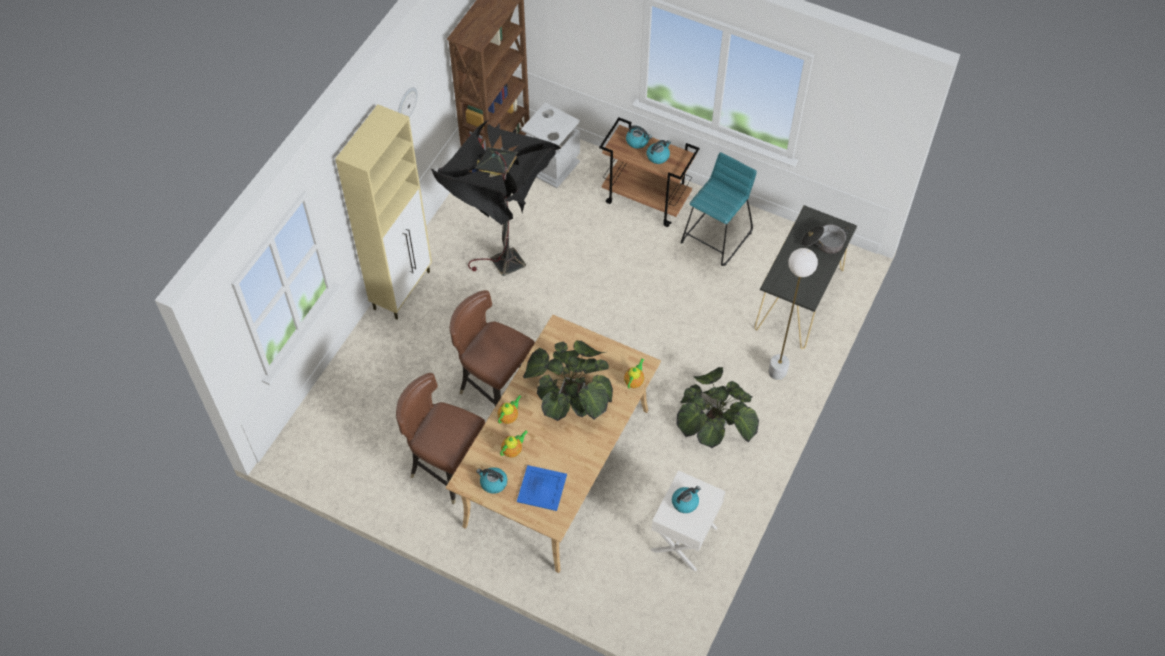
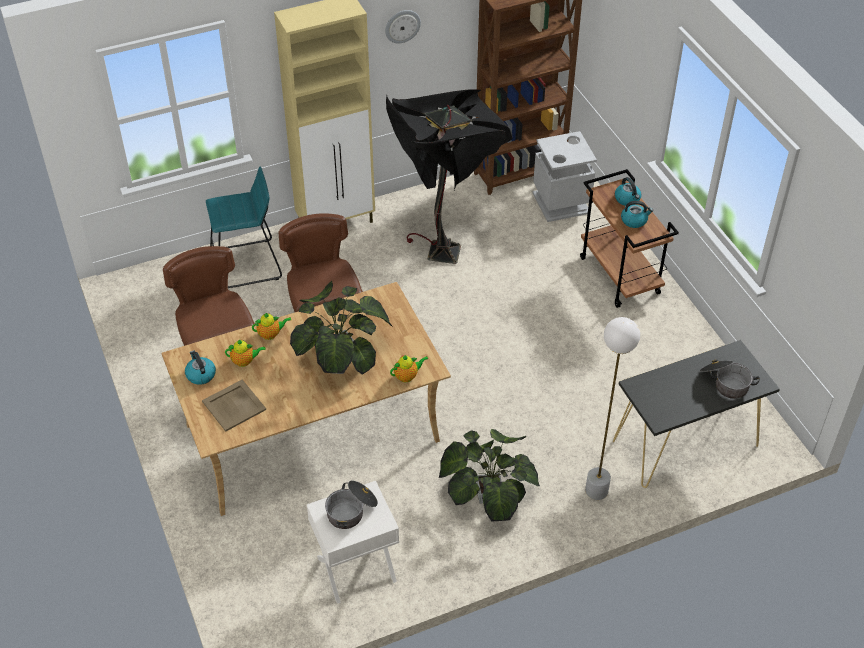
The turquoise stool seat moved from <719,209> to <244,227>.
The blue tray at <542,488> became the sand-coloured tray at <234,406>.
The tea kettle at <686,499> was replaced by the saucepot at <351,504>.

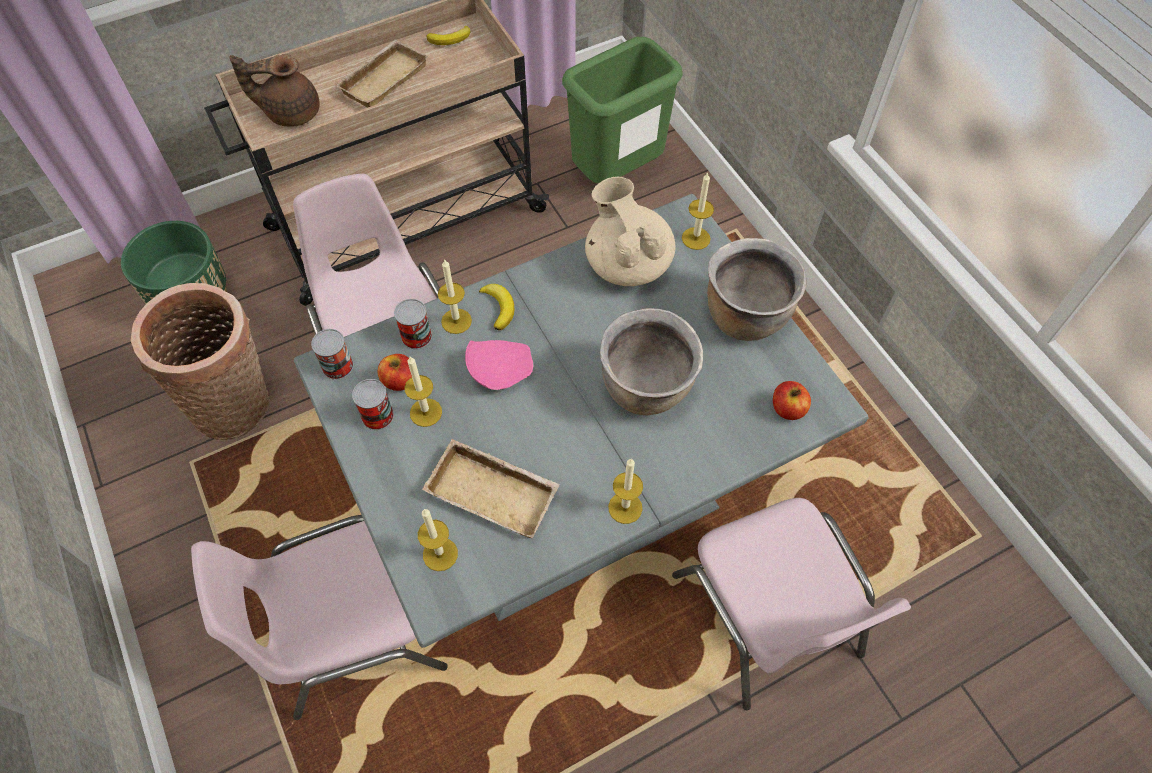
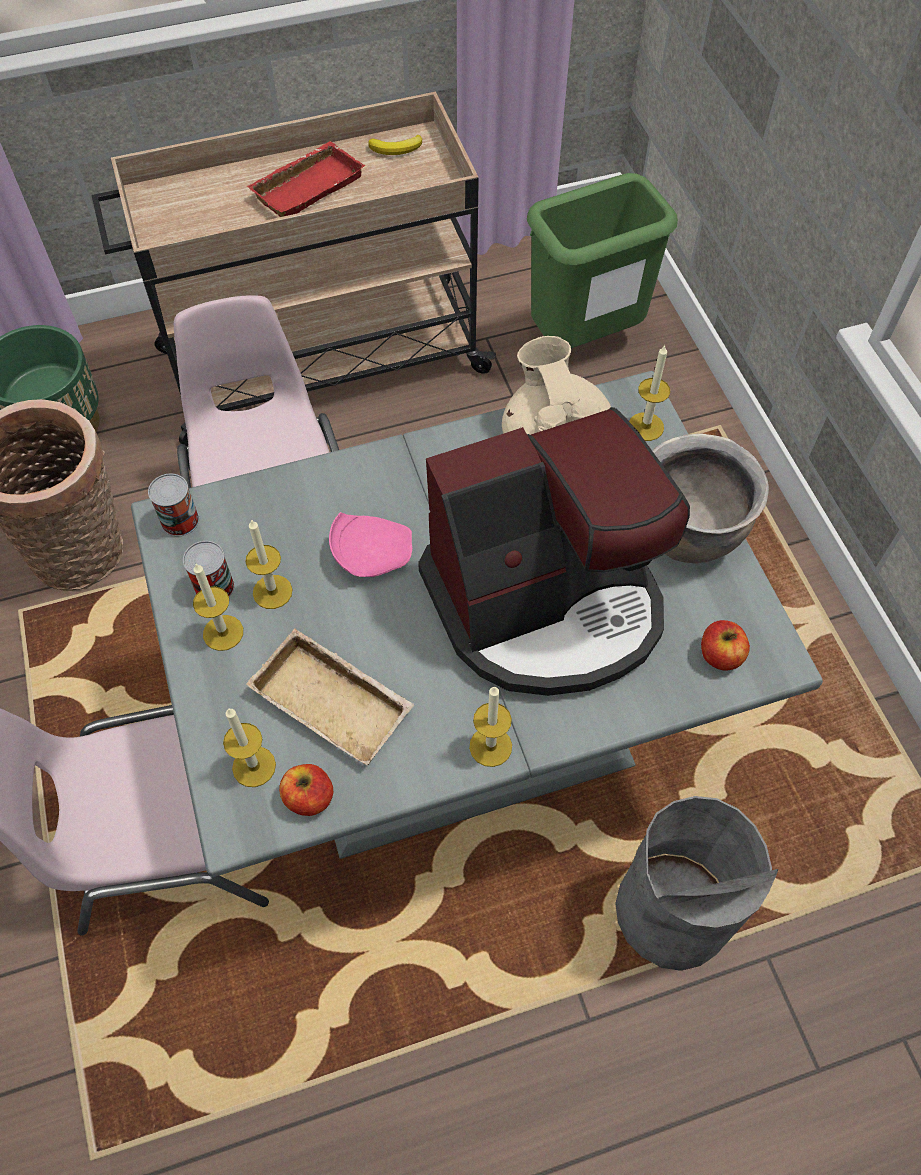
The sand-coloured tray at <381,74> became the reddish tray at <306,179>.
The brownish teapot at <274,90> disappeared.
The wax candle moved from <455,296> to <218,607>.
The banana fruit at <497,307> disappeared.
The metal can at <413,324> disappeared.
The brownish saucepot at <651,361> was replaced by the coffee machine at <554,551>.
The apple moved from <394,372> to <306,790>.
The pinkish upright chair at <791,604> was replaced by the grey trash can at <696,883>.

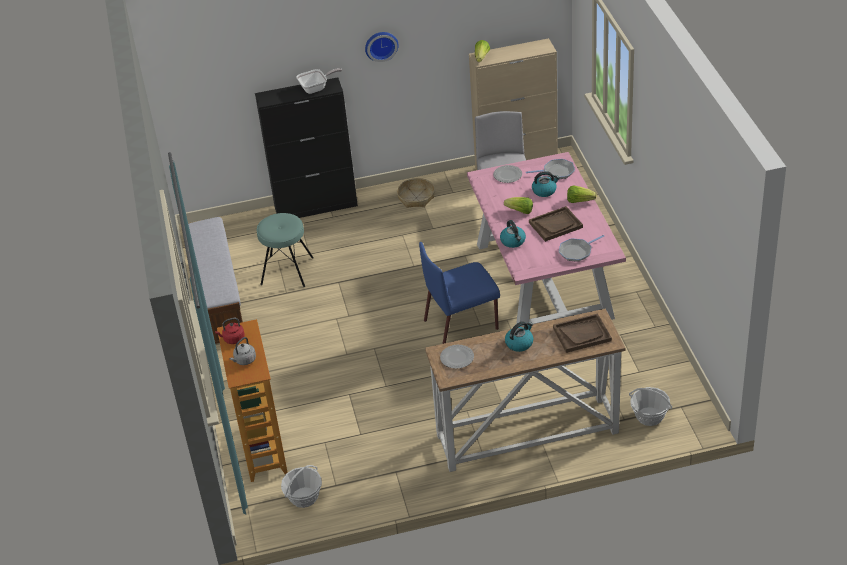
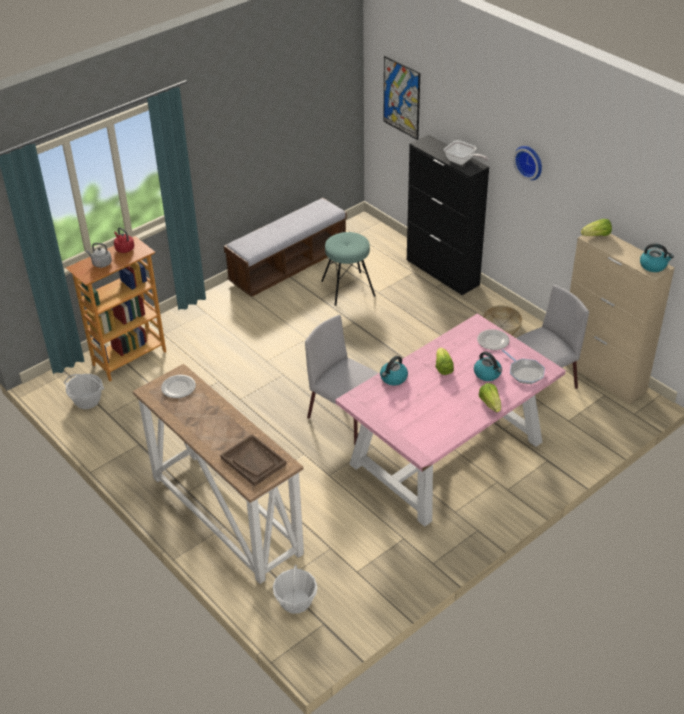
The brownish tray at <556,224> disappeared.
The pan at <581,248> disappeared.
The blue upright chair at <459,293> became the grey upright chair at <341,380>.
The tea kettle moved from <519,336> to <657,257>.
The wall art at <401,98> appeared.

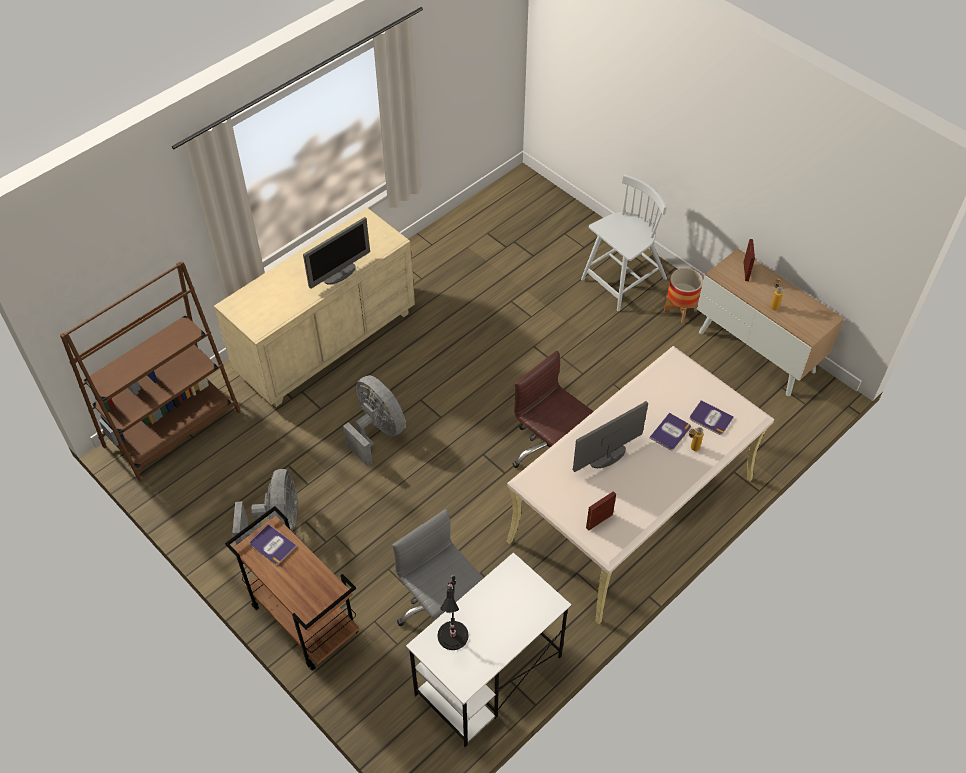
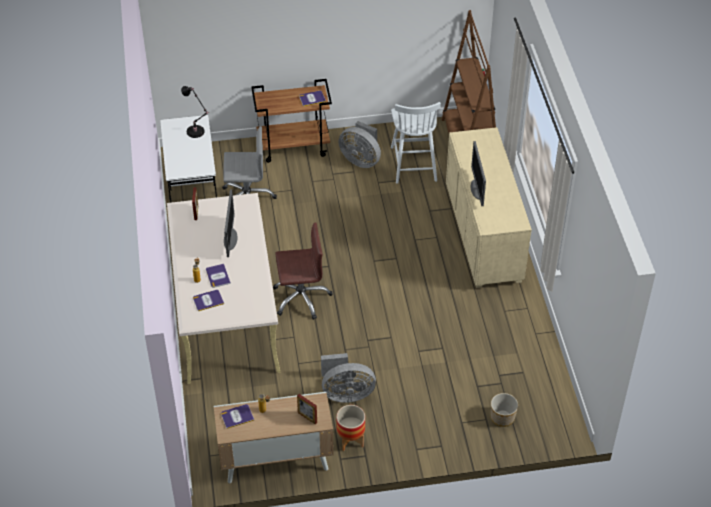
The white-coloured upright chair moved from <624,242> to <416,143>.
The grey fan moved from <374,421> to <348,378>.
The flower pot at <504,410> appeared.
The bound book at <237,416> appeared.

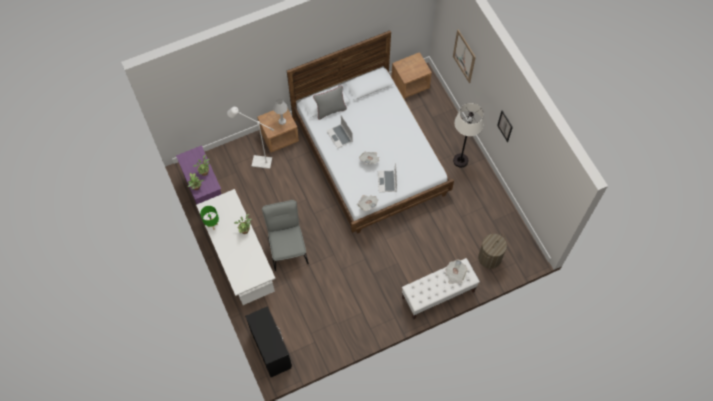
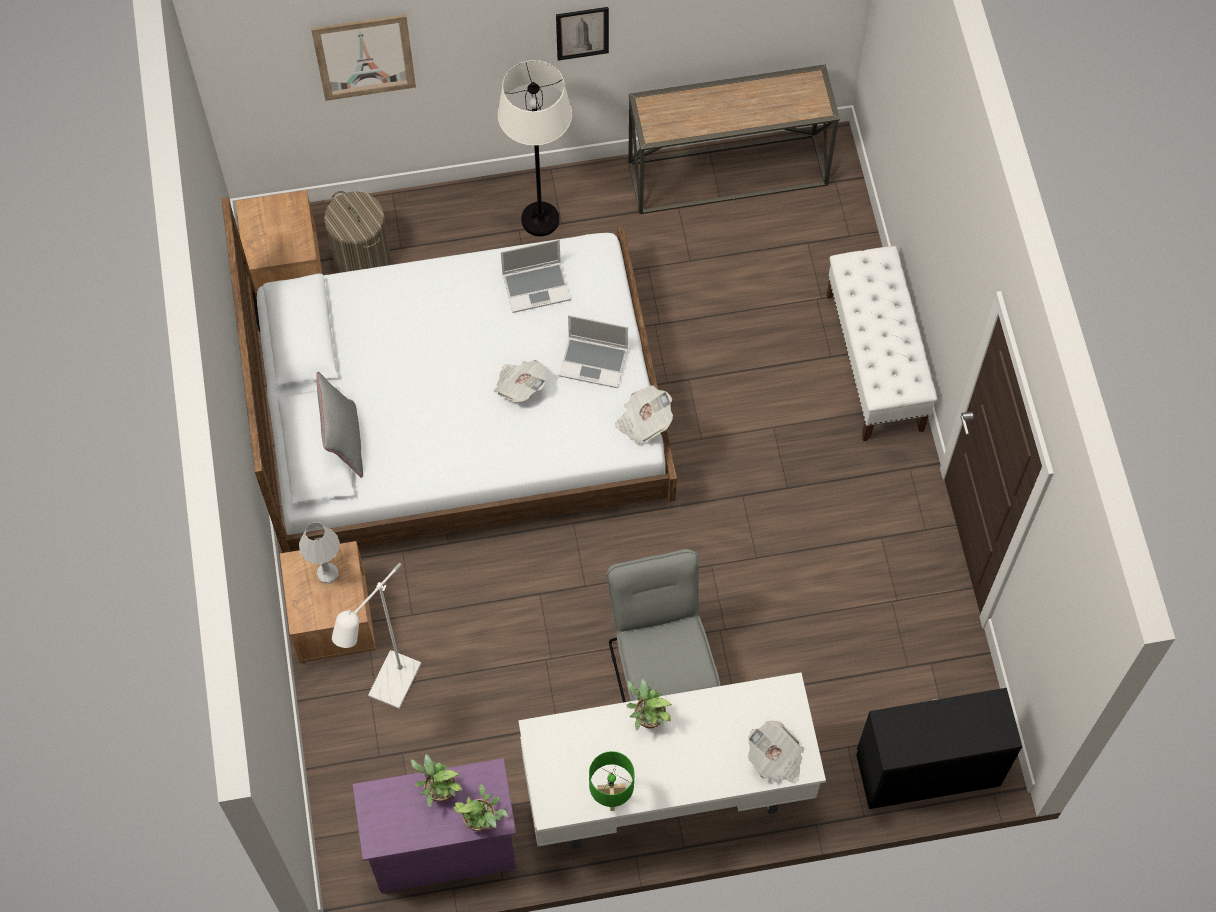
The laptop moved from <339,132> to <536,276>.
The grey upright chair at <285,235> turned 75 degrees clockwise.
The washing basket moved from <492,251> to <357,232>.
The newspaper moved from <456,272> to <776,752>.
The console table at <734,139> appeared.

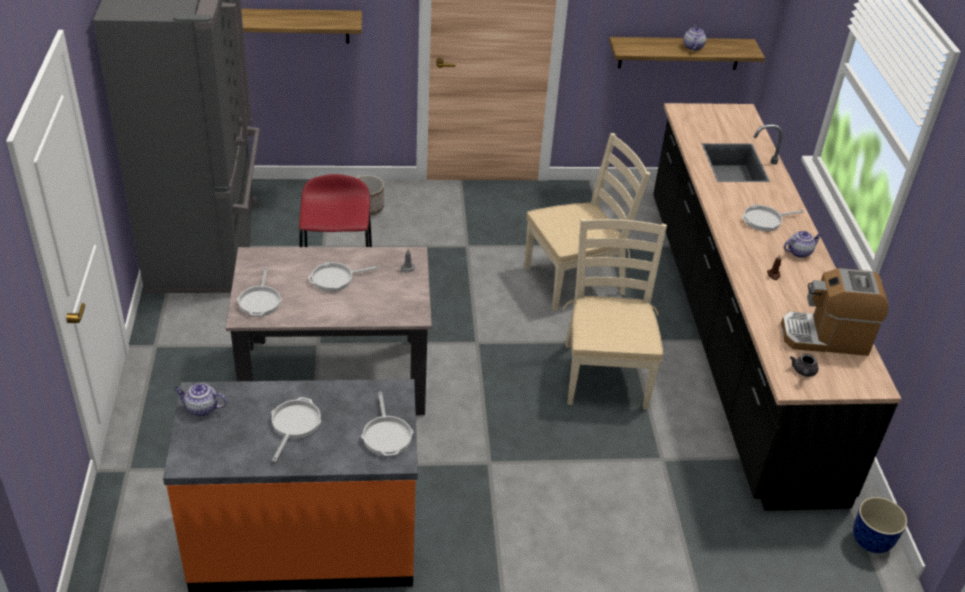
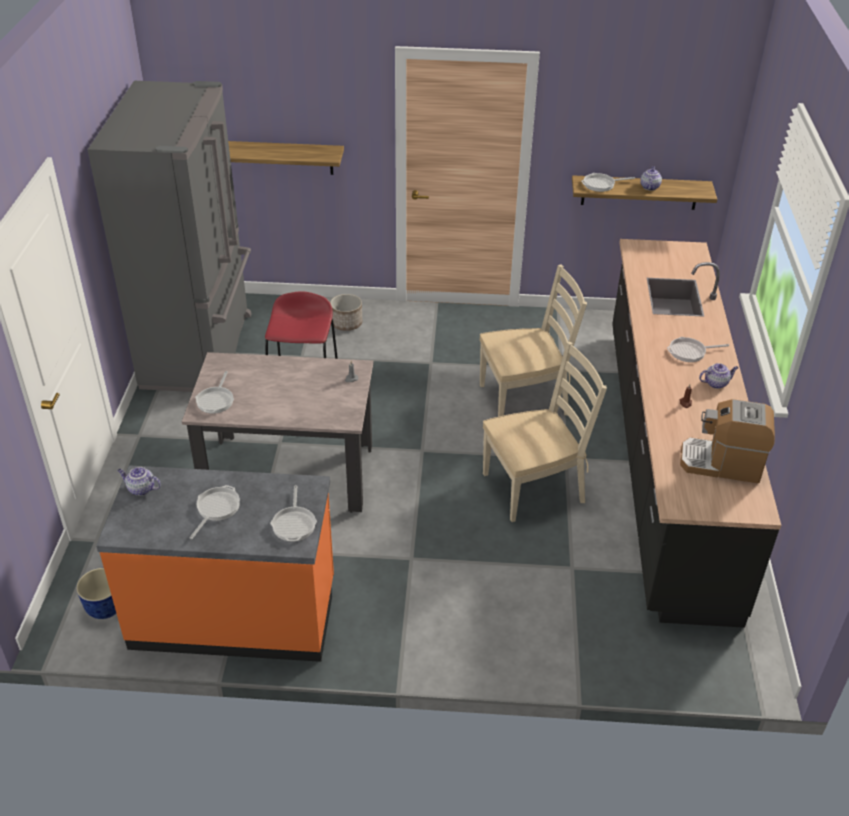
The sand-coloured upright chair at <614,314> turned 60 degrees clockwise.
The pan moved from <344,277> to <608,182>.
The grey teapot at <804,365> disappeared.
The flower pot moved from <880,525> to <96,593>.

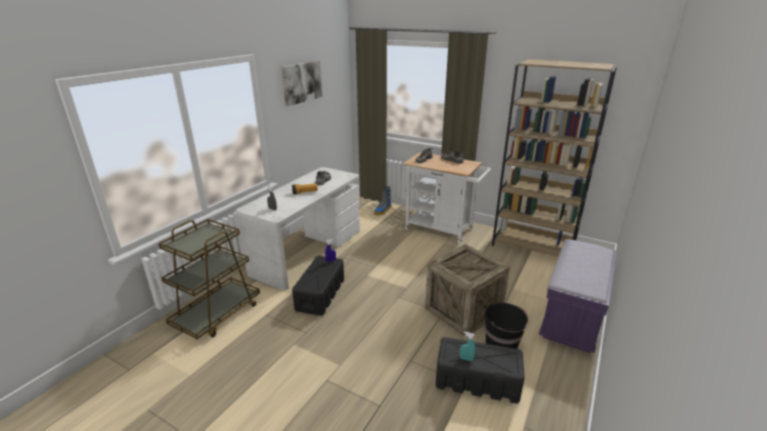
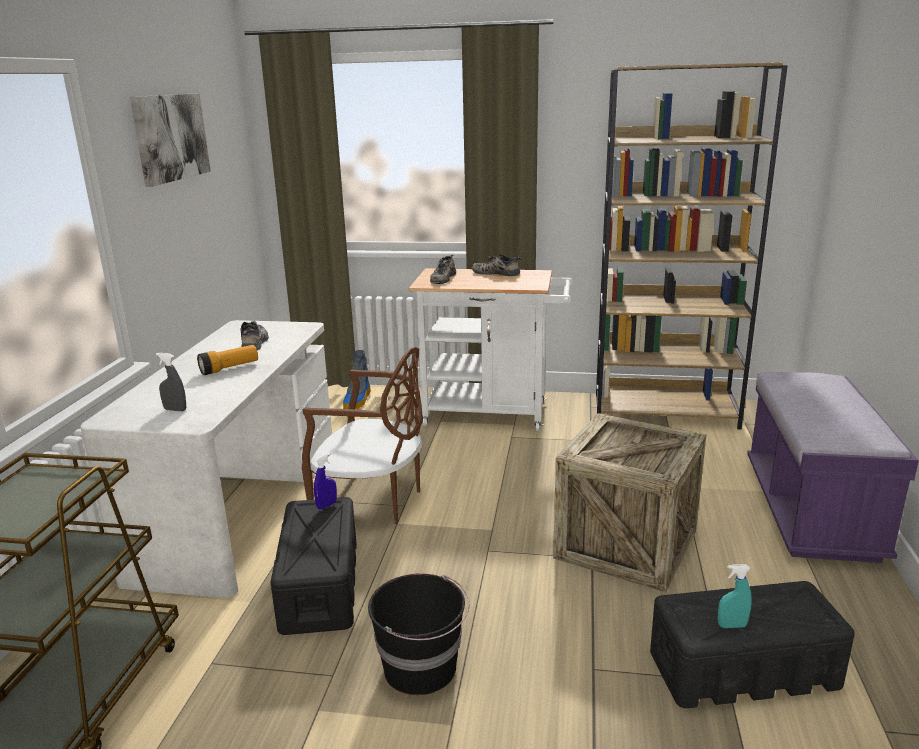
The black-coloured bucket moved from <507,326> to <419,634>.
The brownish upright chair at <362,435> appeared.

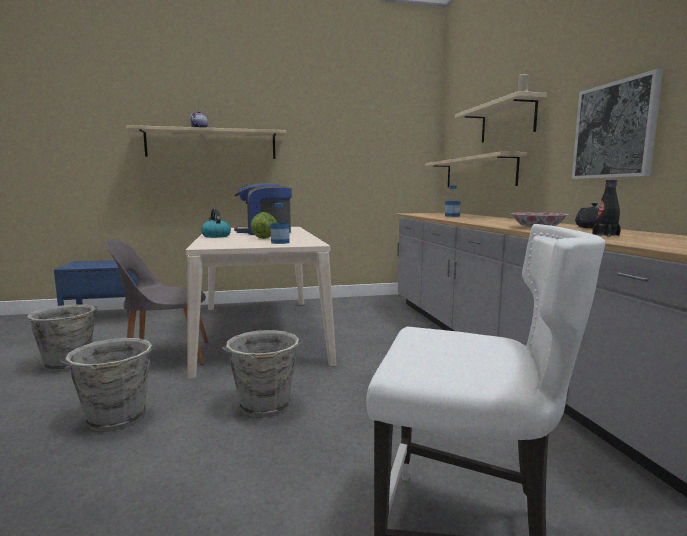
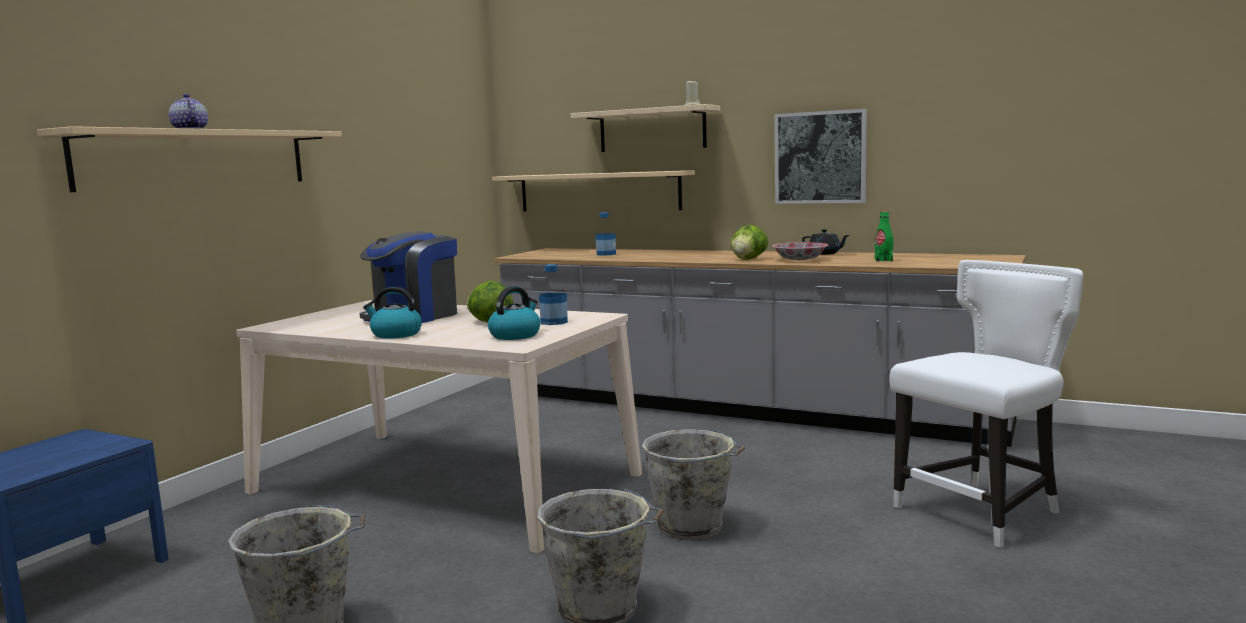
The black-coloured bottle at <606,208> became the greenish bottle at <884,236>.
The grey upright chair at <157,301> disappeared.
The head of lettuce at <749,242> appeared.
The tea kettle at <514,313> appeared.

